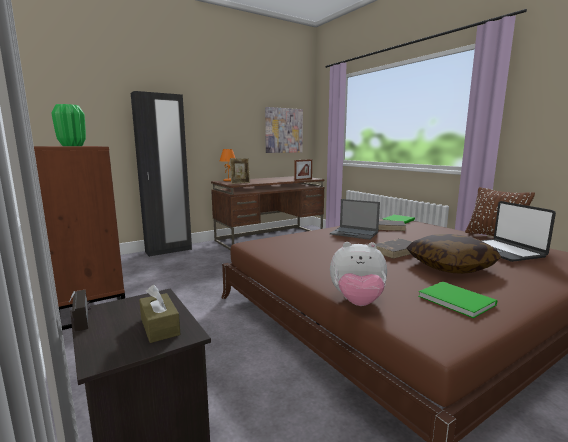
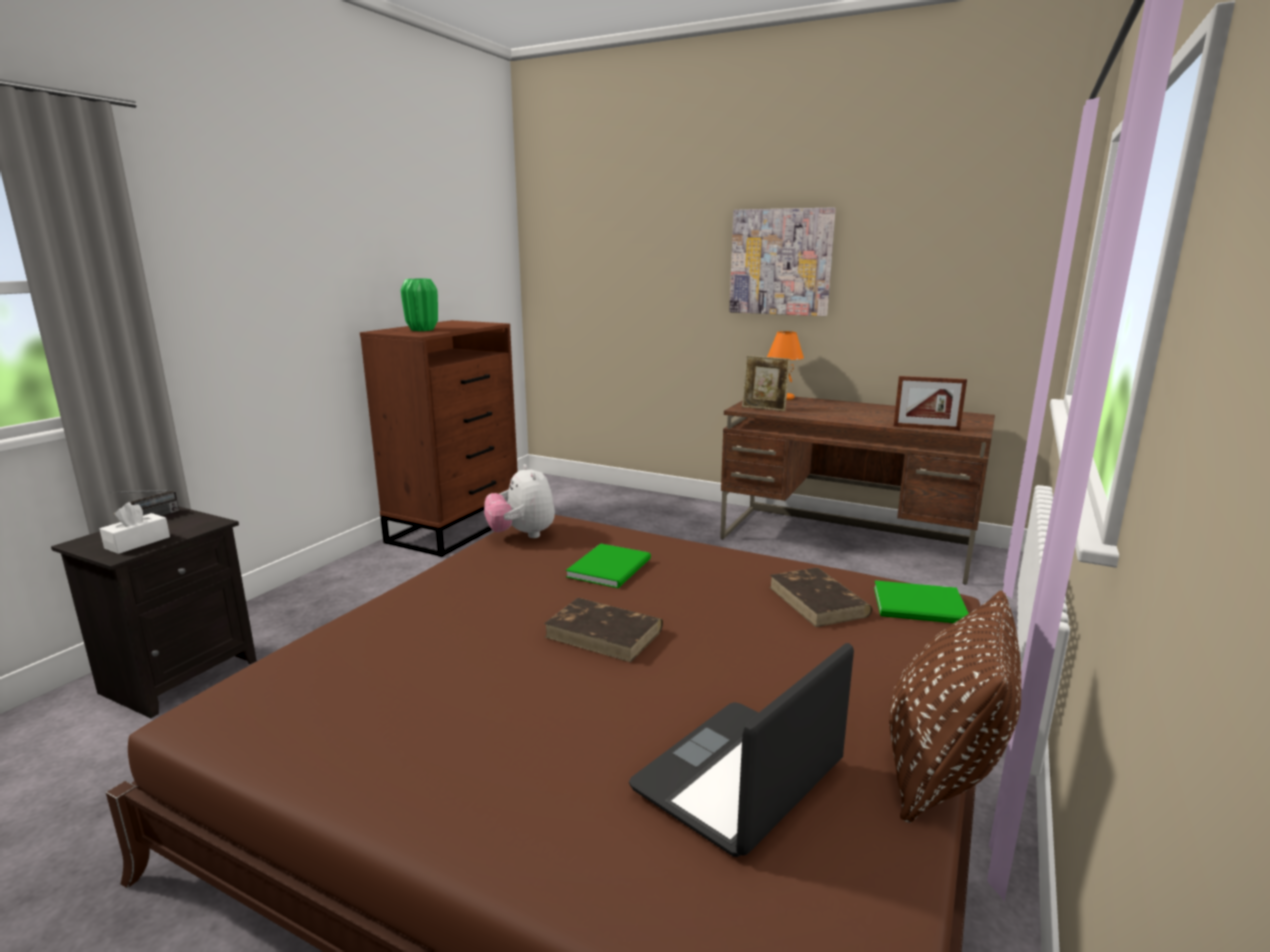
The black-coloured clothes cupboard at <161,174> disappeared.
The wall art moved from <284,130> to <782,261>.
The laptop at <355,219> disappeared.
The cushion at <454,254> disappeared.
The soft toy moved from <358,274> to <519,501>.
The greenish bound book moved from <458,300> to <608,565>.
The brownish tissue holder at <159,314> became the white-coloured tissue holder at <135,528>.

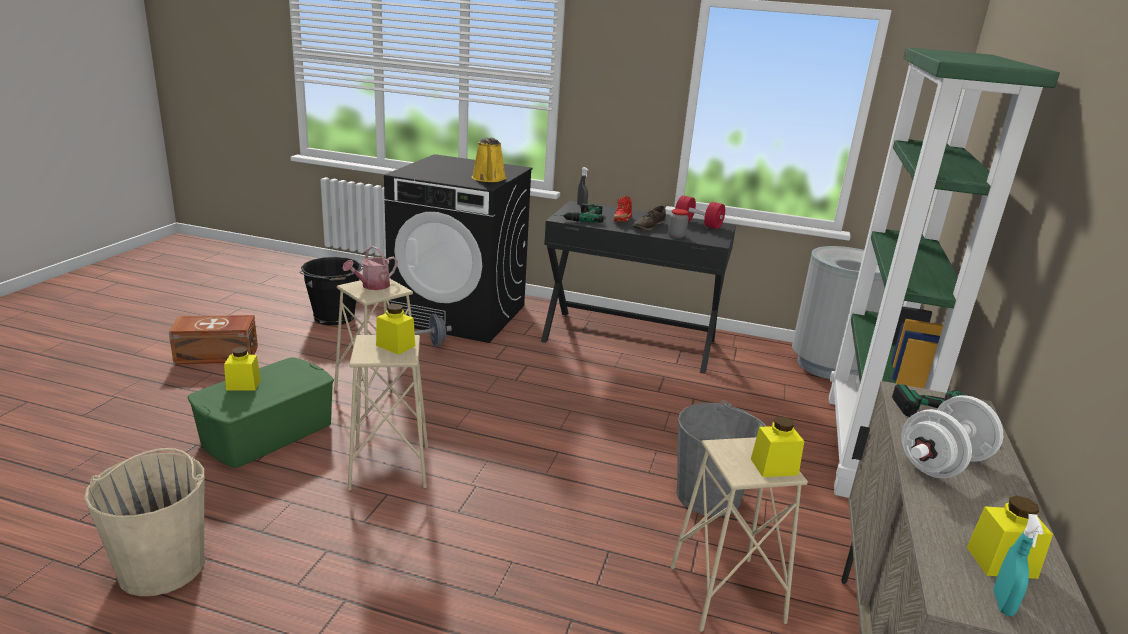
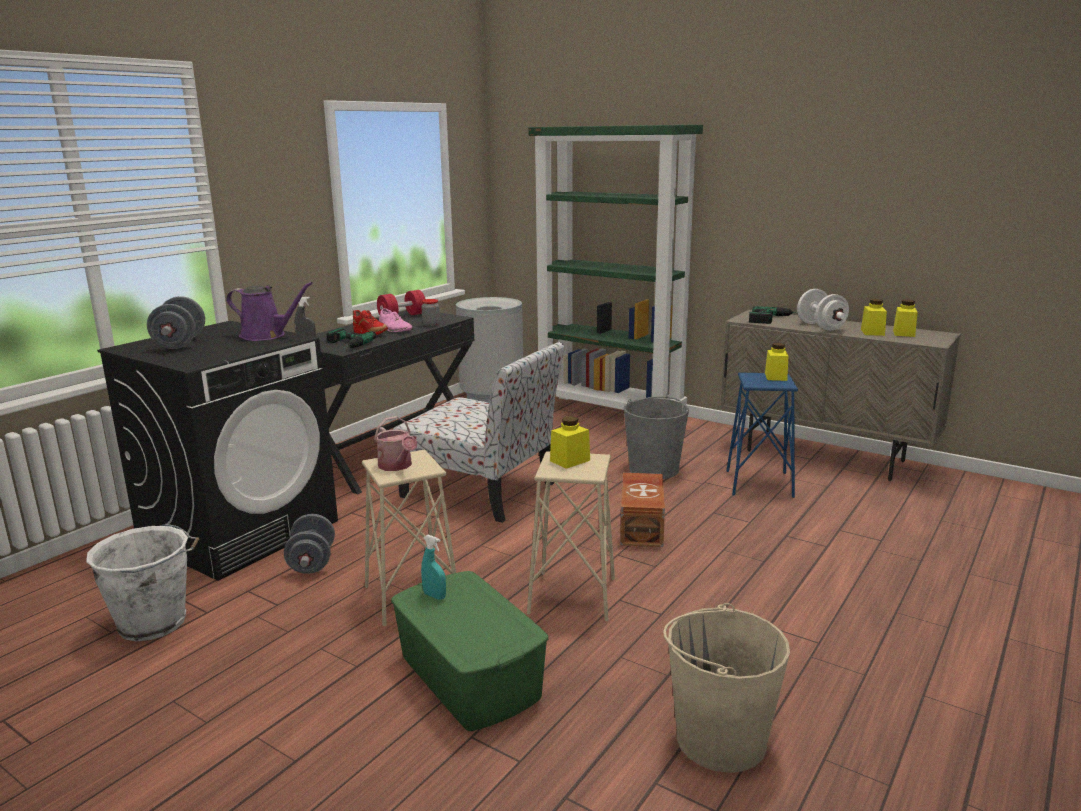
The yellow-coloured sprinkling can at <489,159> became the purple sprinkling can at <269,311>.
The brownish low shoe at <649,218> became the pinkish low shoe at <396,320>.
The black-coloured bucket at <331,291> became the white-coloured bucket at <142,582>.
The brownish storage bin moved from <213,340> to <642,510>.
The yellow-coloured preserve jar moved from <242,369> to <874,317>.
The sand-coloured stool seat at <739,534> became the blue stool seat at <762,435>.
The turquoise sprayer moved from <1019,565> to <433,567>.
The grey dumbbell at <176,322> appeared.
The upright chair at <479,432> appeared.

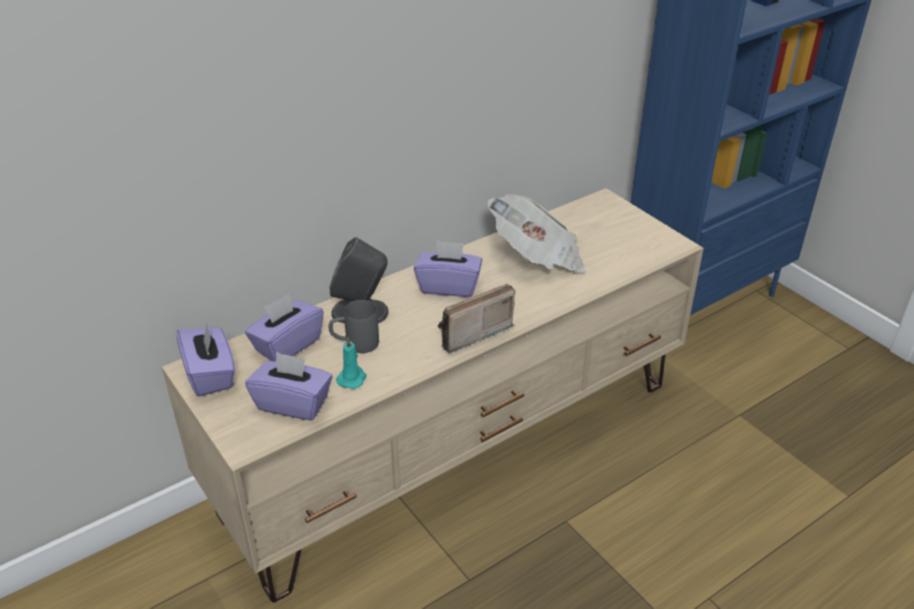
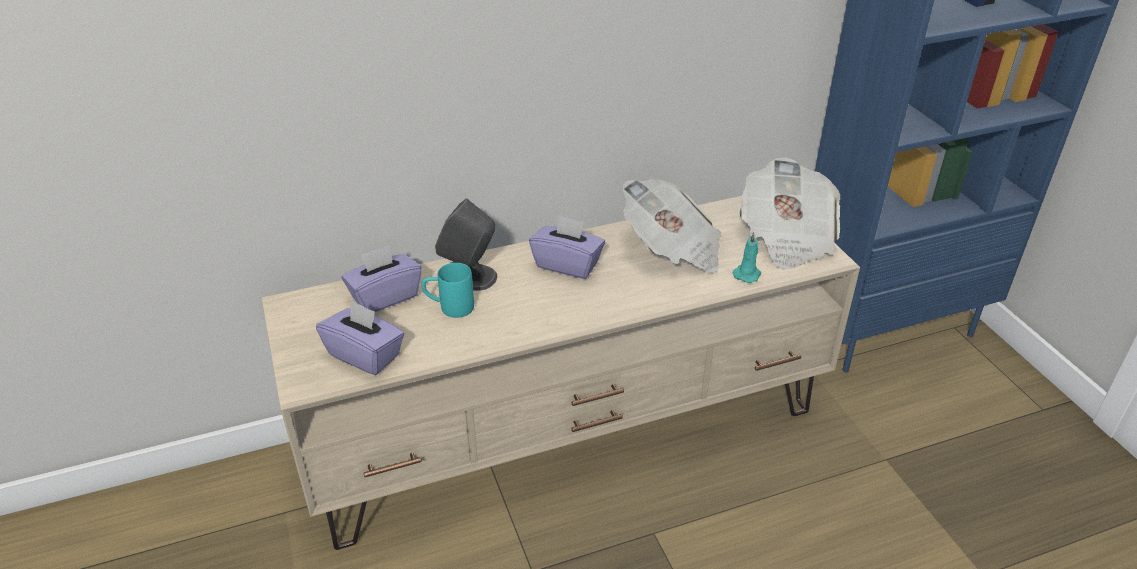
The radio at <476,318> disappeared.
The grey tea mug at <354,326> became the turquoise tea mug at <448,290>.
The purple tissue holder at <206,359> disappeared.
The turquoise wax candle moved from <351,363> to <747,257>.
The newspaper at <789,213> appeared.

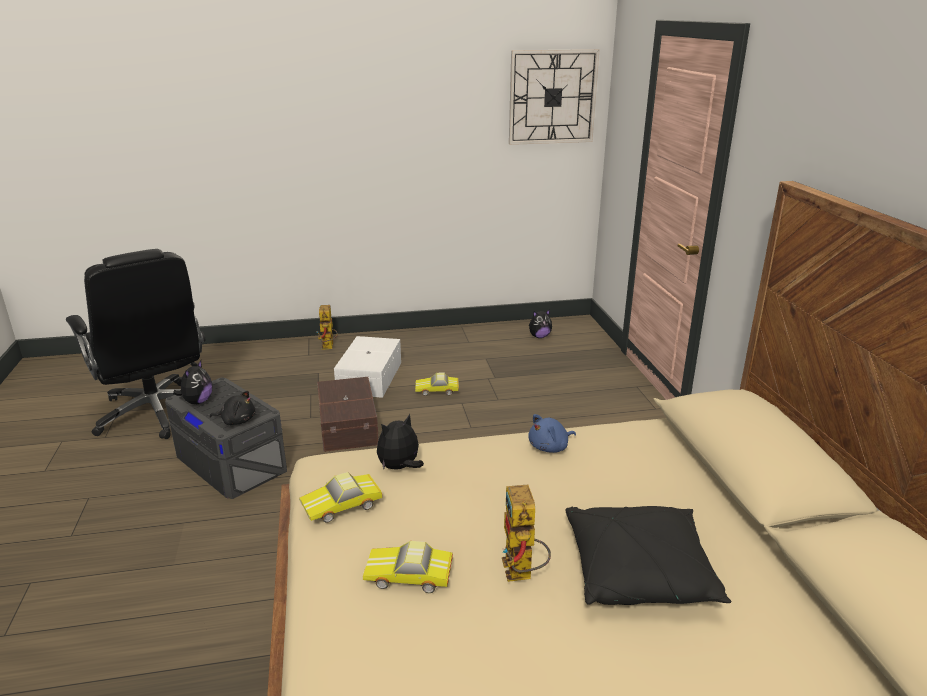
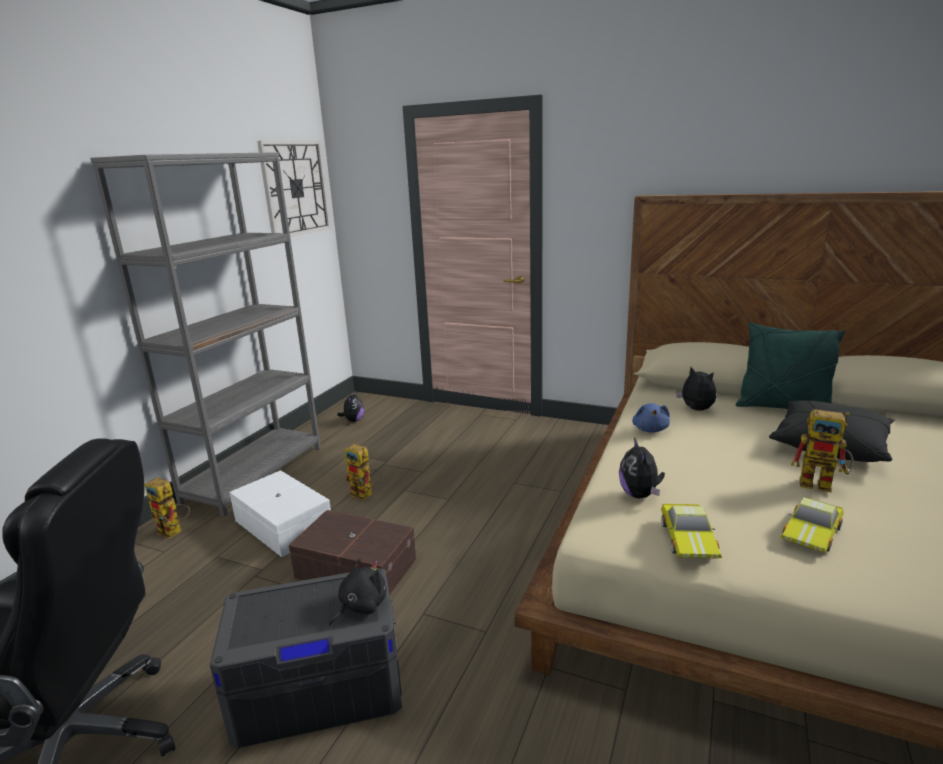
The soft toy moved from <193,382> to <696,389>.
The model car at <437,384> was replaced by the model robot at <363,472>.
The grey bookcase at <205,334> appeared.
The greenish cushion at <790,365> appeared.

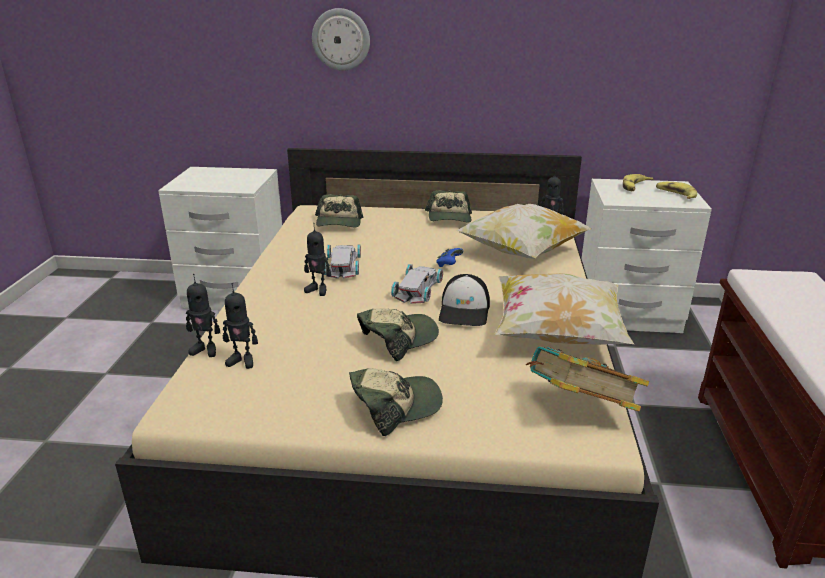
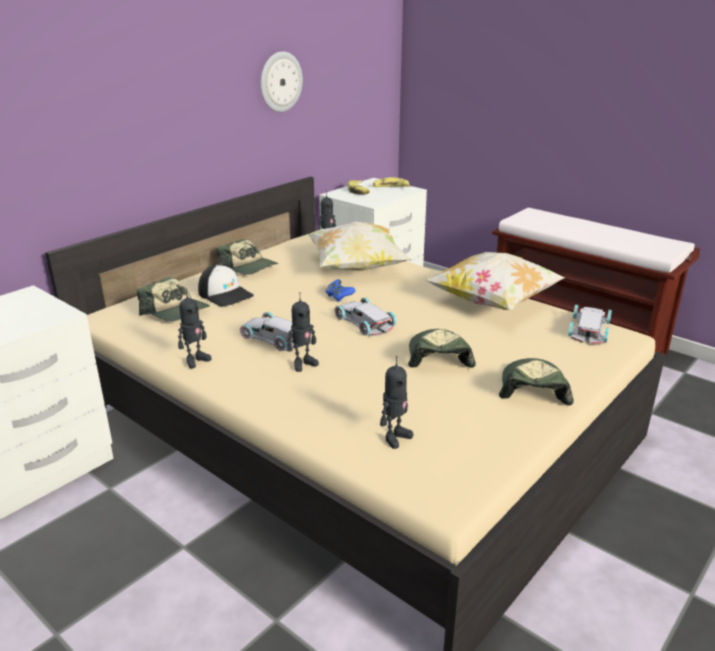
The wall clock moved from <341,39> to <281,81>.
The model robot moved from <203,315> to <194,328>.
The baseball cap moved from <464,300> to <226,285>.
The bound book at <587,379> was replaced by the white-coloured model car at <590,324>.

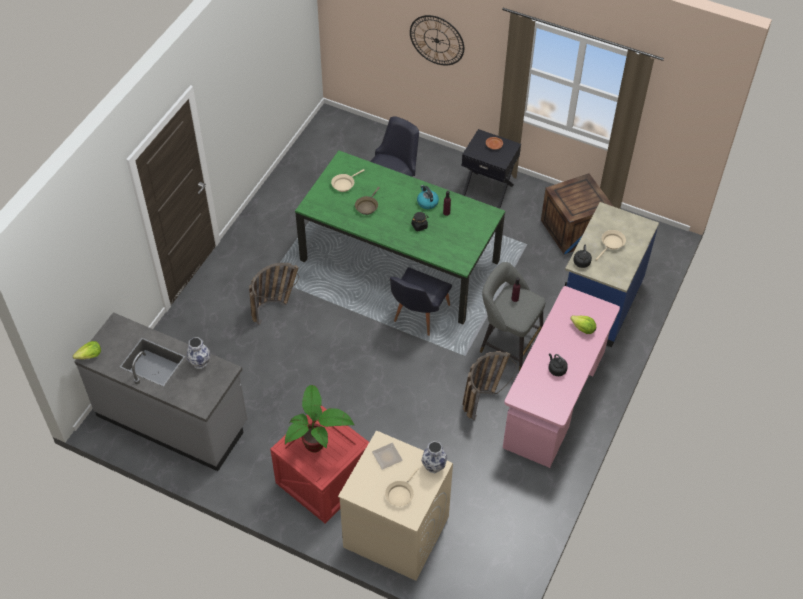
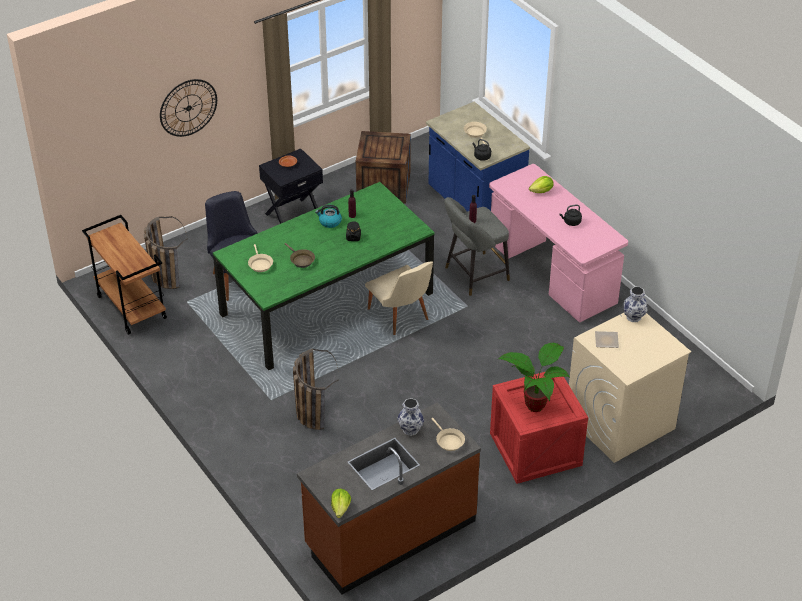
The black-coloured upright chair at <421,301> became the sand-coloured upright chair at <399,298>.
The grey kitchen base unit at <161,391> became the brownish kitchen base unit at <389,498>.
The basket moved from <490,385> to <165,252>.
The sand-coloured pan moved from <402,487> to <448,434>.
The brownish wheeled cart at <124,275> appeared.

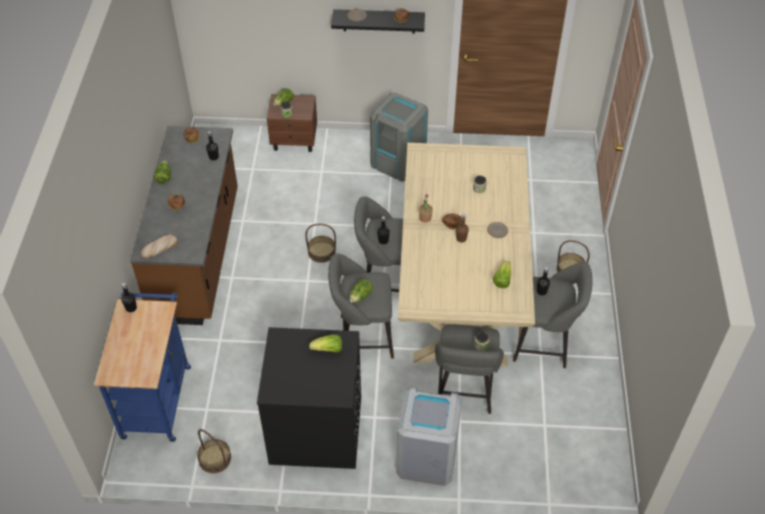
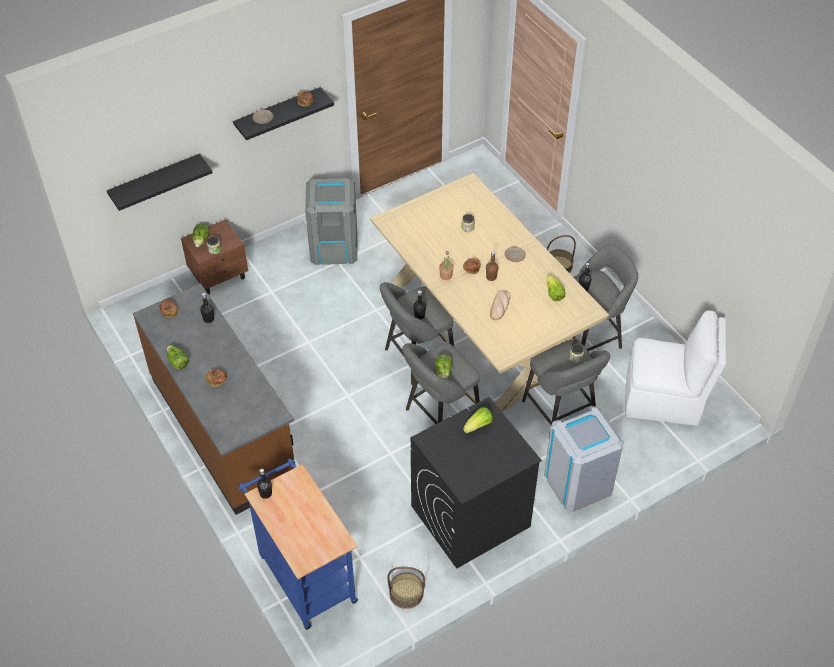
The basket at <320,243> disappeared.
The bread moved from <159,246> to <500,305>.
The black-coloured bracket shelf at <159,182> appeared.
The white-coloured upright chair at <675,368> appeared.

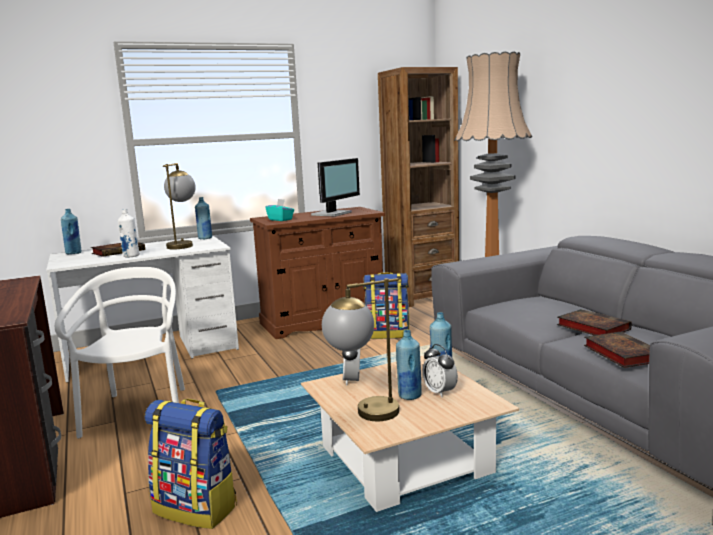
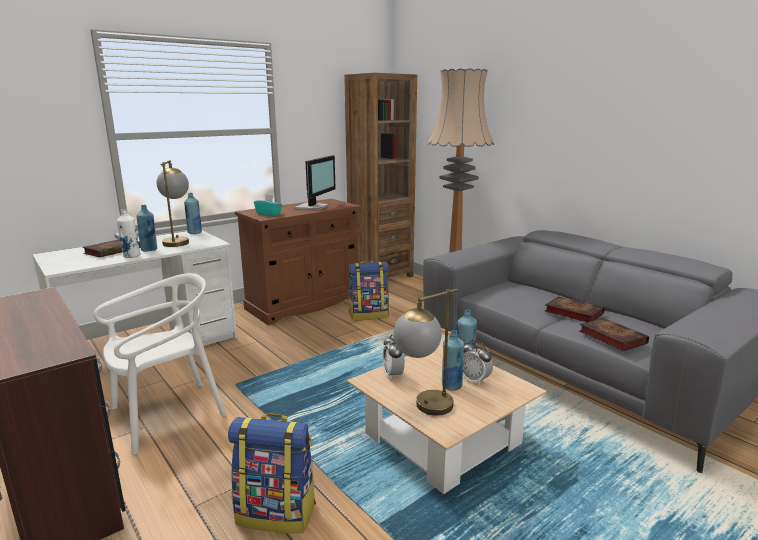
The blue bottle moved from <71,231> to <146,228>.
The white-coloured upright chair at <120,353> turned 75 degrees clockwise.

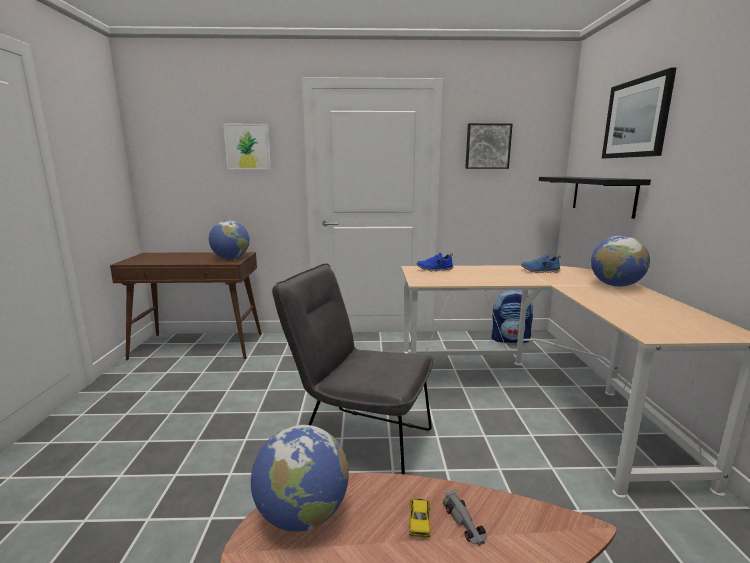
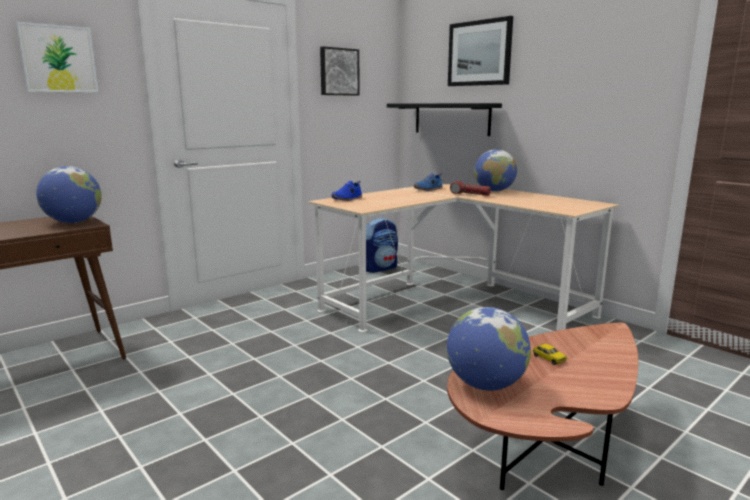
The grey upright chair at <352,369> disappeared.
The grey model car at <465,517> disappeared.
The flashlight at <470,188> appeared.

